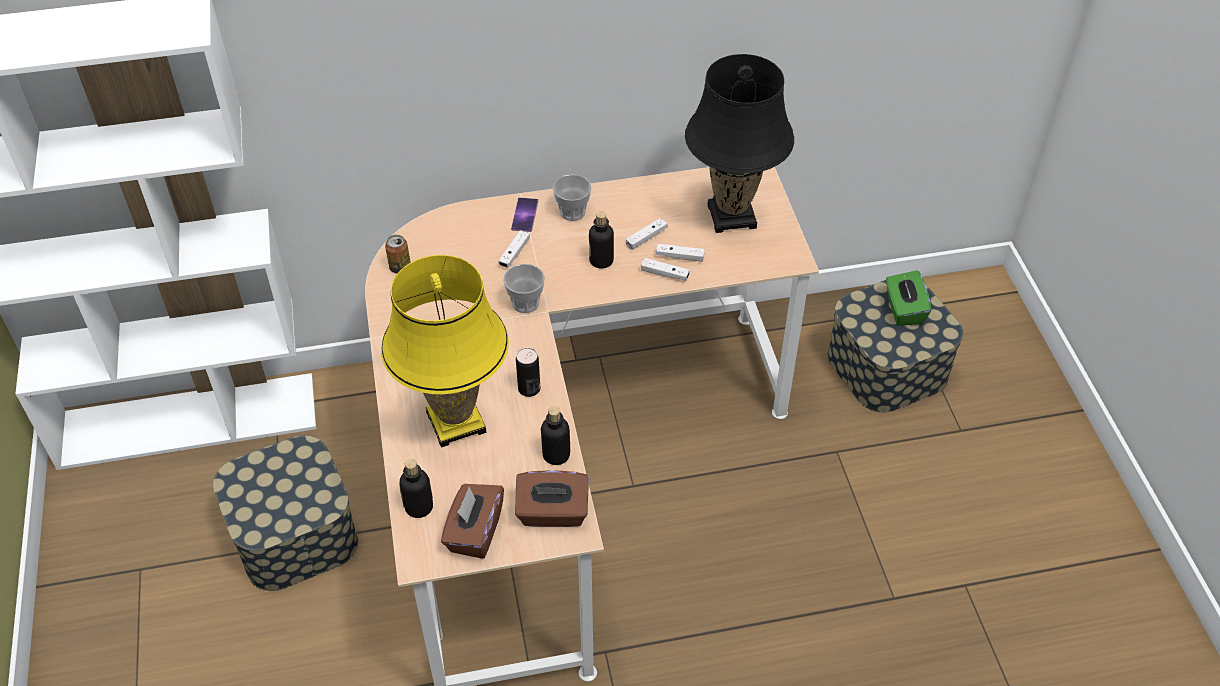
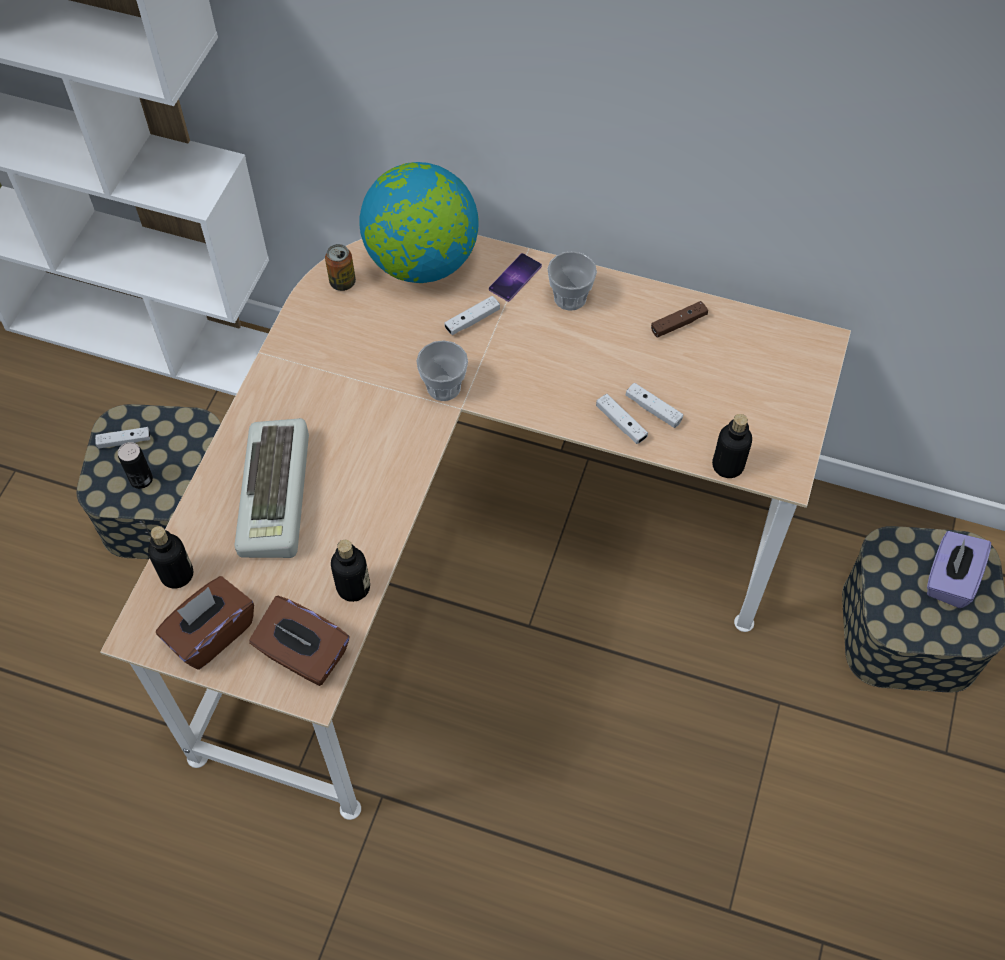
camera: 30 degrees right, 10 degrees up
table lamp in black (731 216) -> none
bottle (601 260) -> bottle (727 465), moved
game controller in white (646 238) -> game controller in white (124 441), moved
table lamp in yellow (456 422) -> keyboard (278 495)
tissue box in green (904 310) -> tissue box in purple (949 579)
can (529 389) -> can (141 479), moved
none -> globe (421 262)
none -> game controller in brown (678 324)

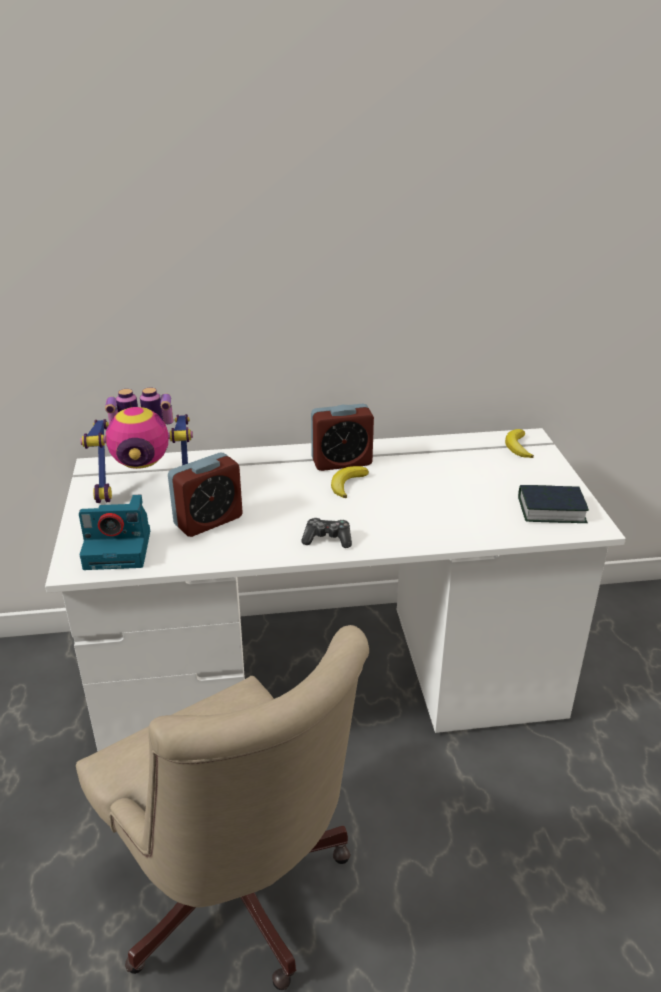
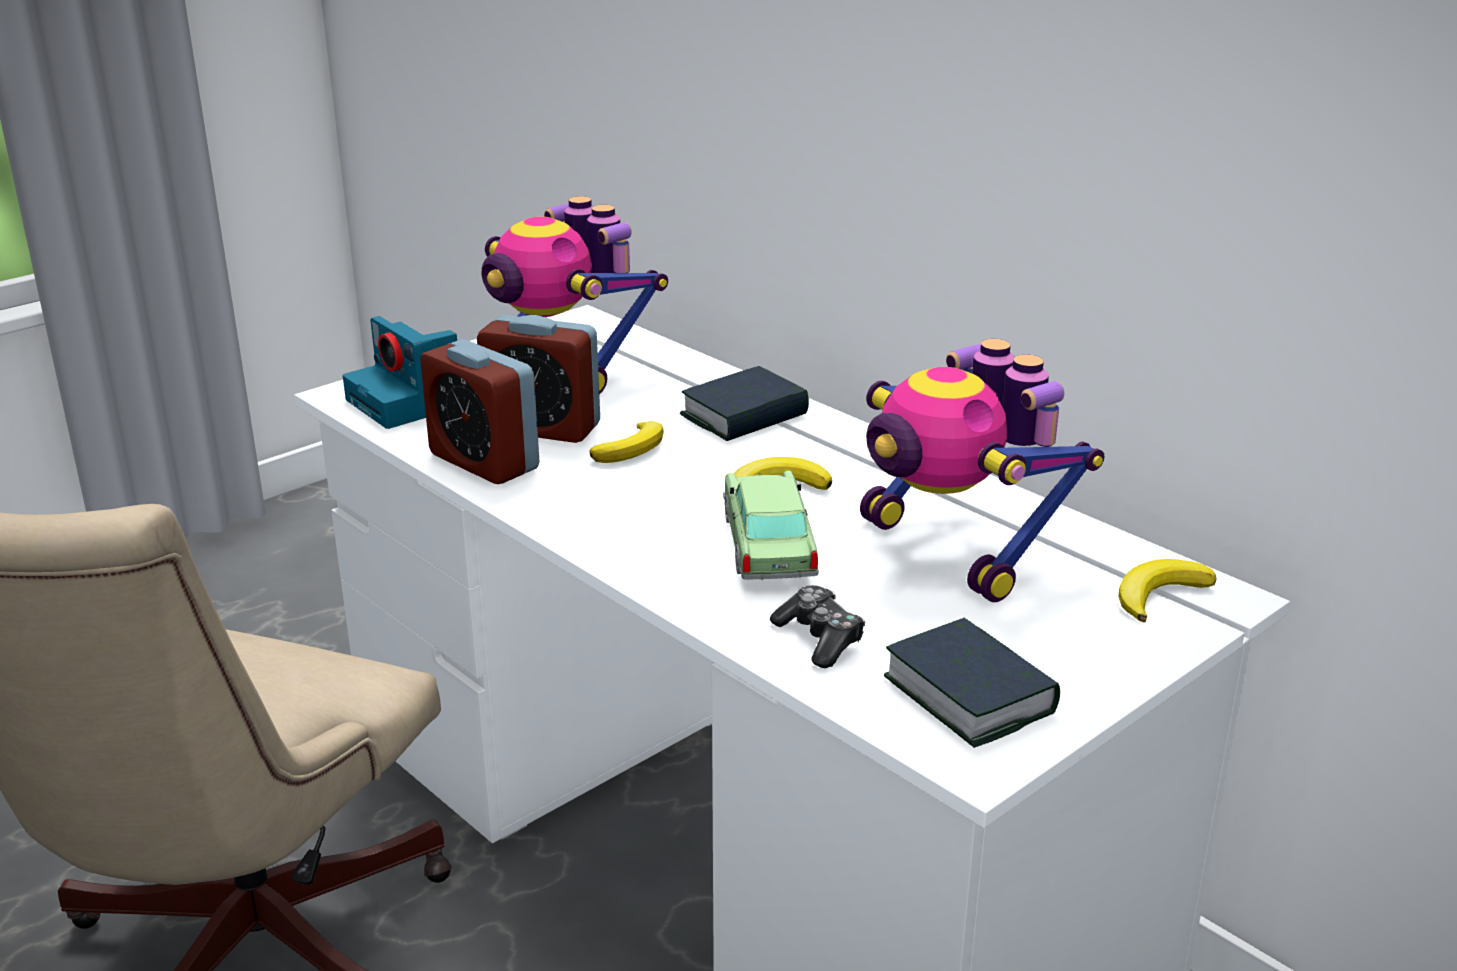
camera: 55 degrees right, 5 degrees down
alarm clock (341 462) -> alarm clock (484 462), moved
game controller (327 539) -> game controller (819 638), moved
none -> toy robot (956 551)
none -> book (744 415)
none -> banana (632 448)
none -> toy car (768 547)

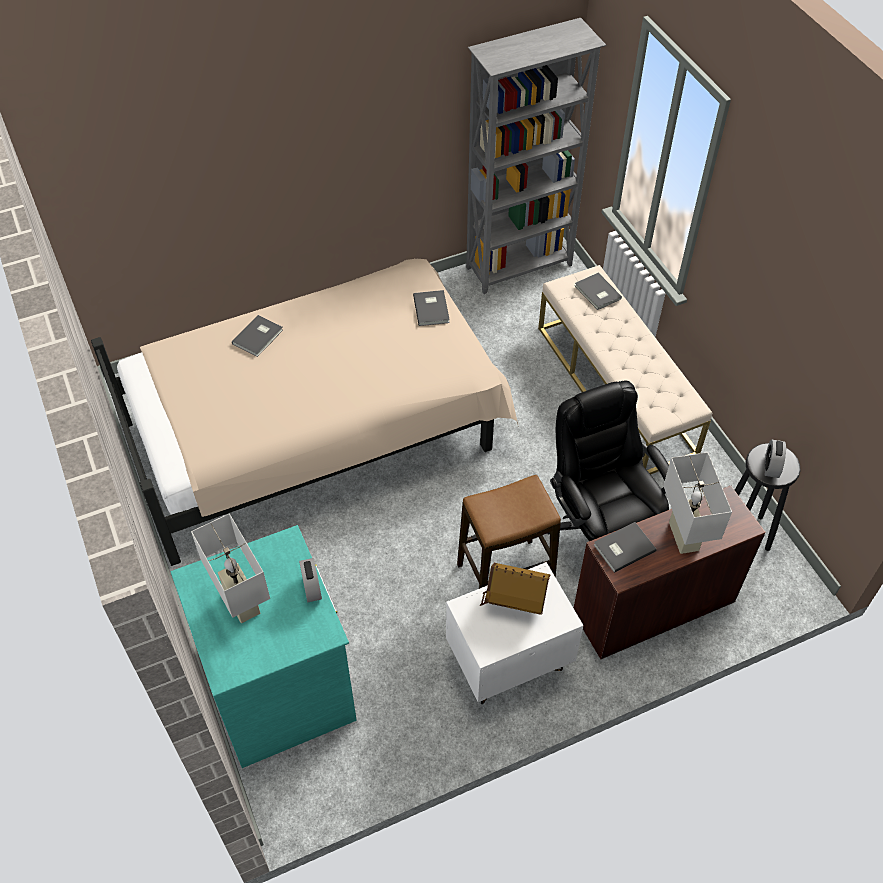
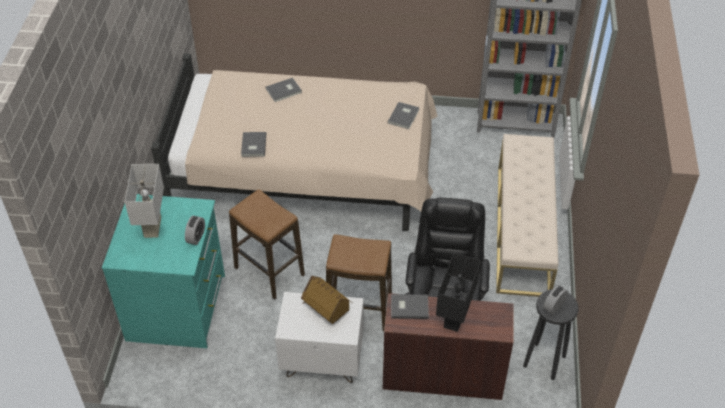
camera: 30 degrees right, 5 degrees down
book in grey (597 293) -> book in grey (253 145), moved
table lamp in white (683 536) -> table lamp in black (454 319)
none -> stool (269 271)

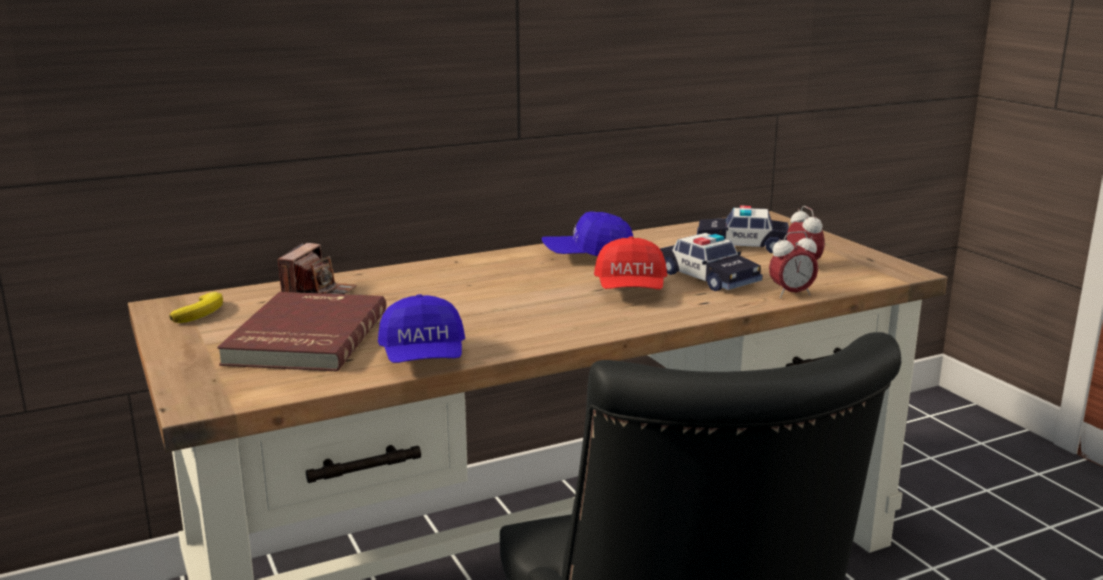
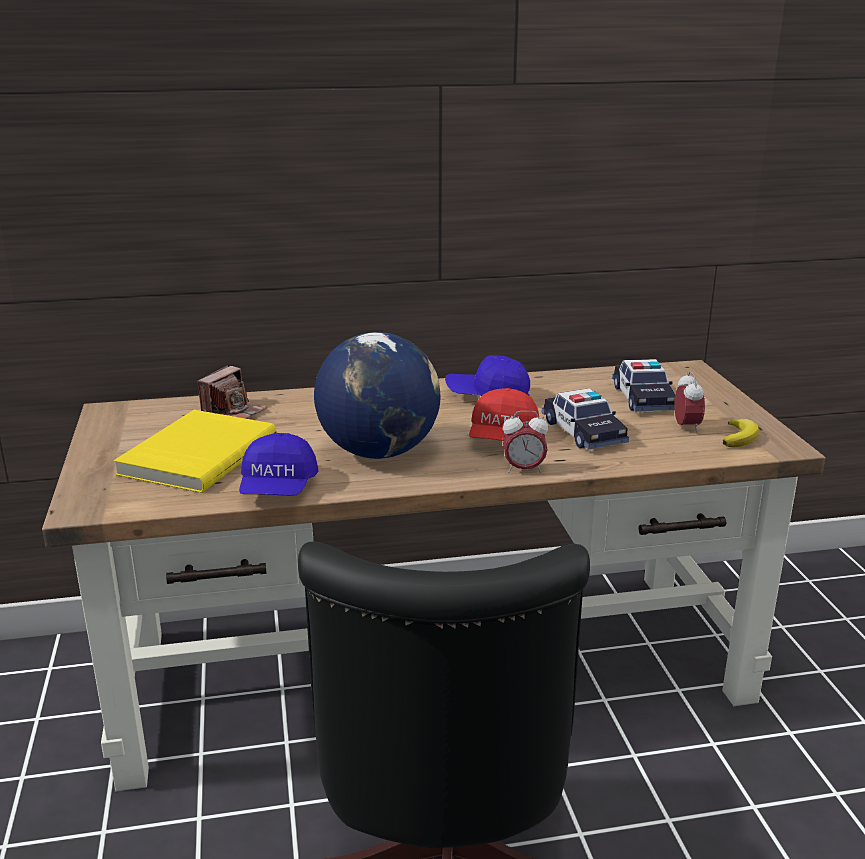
camera: 15 degrees right, 5 degrees up
toy car (742 245) -> toy car (642 398), 120 degrees counterclockwise
alarm clock (791 294) -> alarm clock (523 469), moved
banana (201 312) -> banana (740 437), moved
book in red (304 337) -> book in yellow (196 455)
none -> globe (379 452)

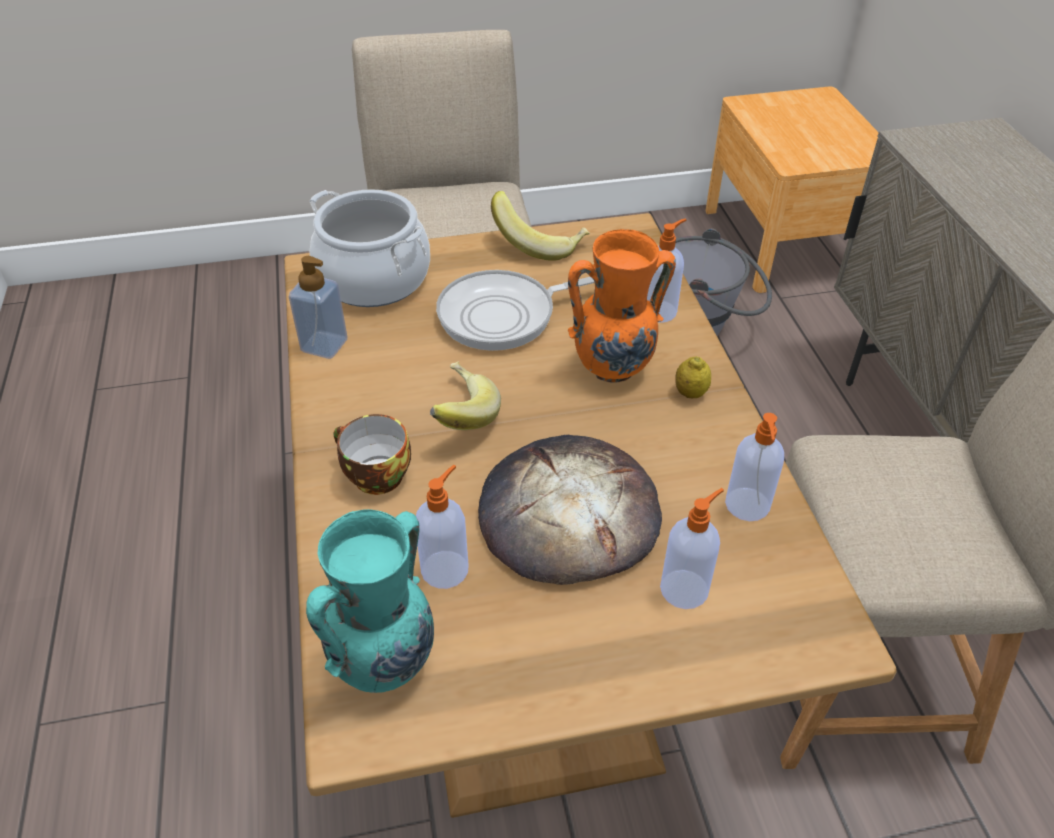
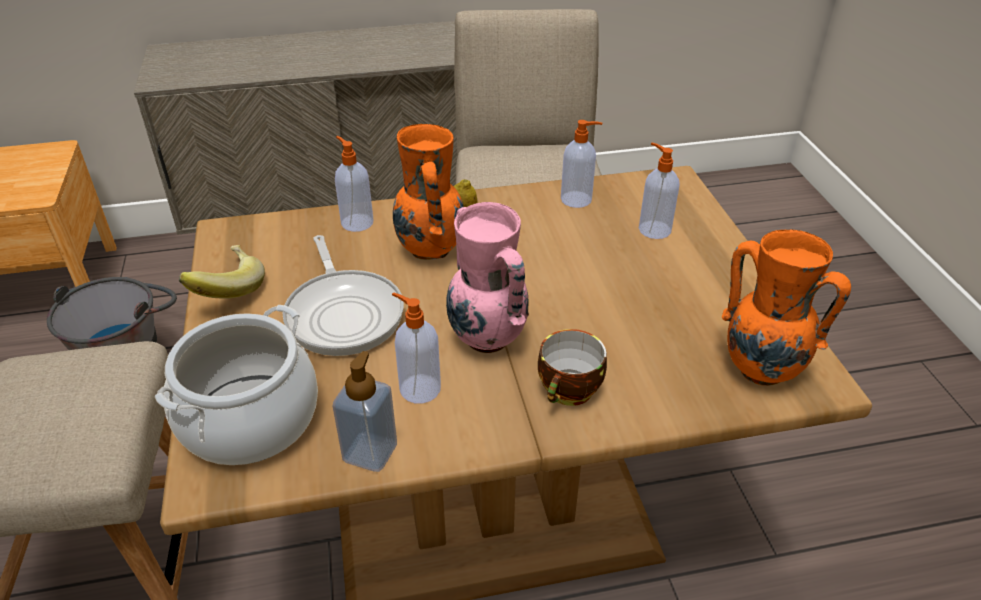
camera: 90 degrees left, 5 degrees down
banana (458 415) -> vase in pink (487 340)
bread (568 514) -> none
soap dispenser (446 568) -> soap dispenser (418 388), moved
vase in turquoise (386 662) -> vase in orange (760 369)

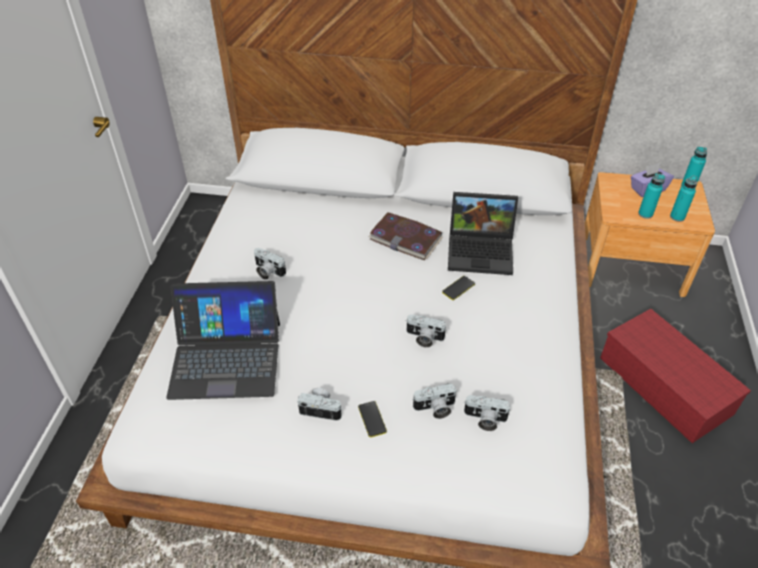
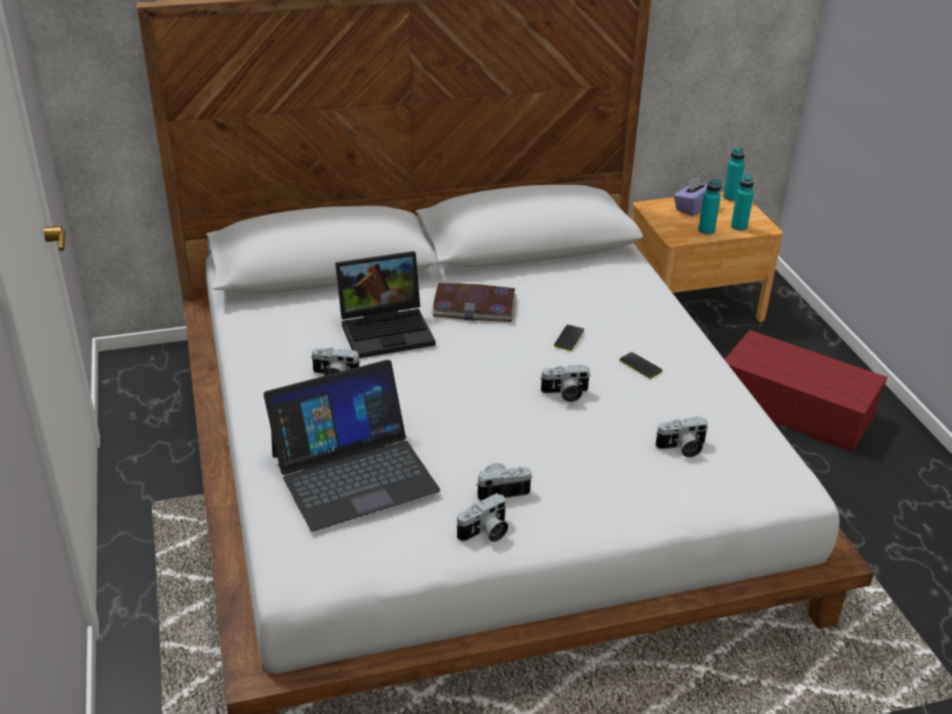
camera: 25 degrees left, 10 degrees down
laptop (482 251) -> laptop (388 329), moved
photo camera (435 409) -> photo camera (485 533), moved
phone (372 419) -> phone (640 366), moved

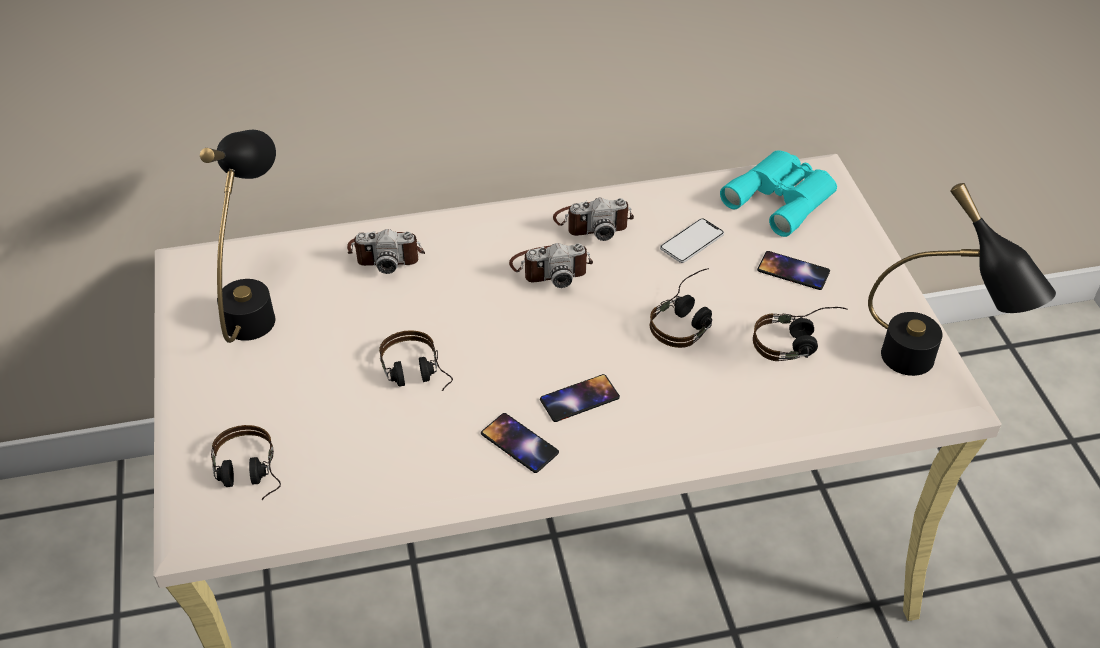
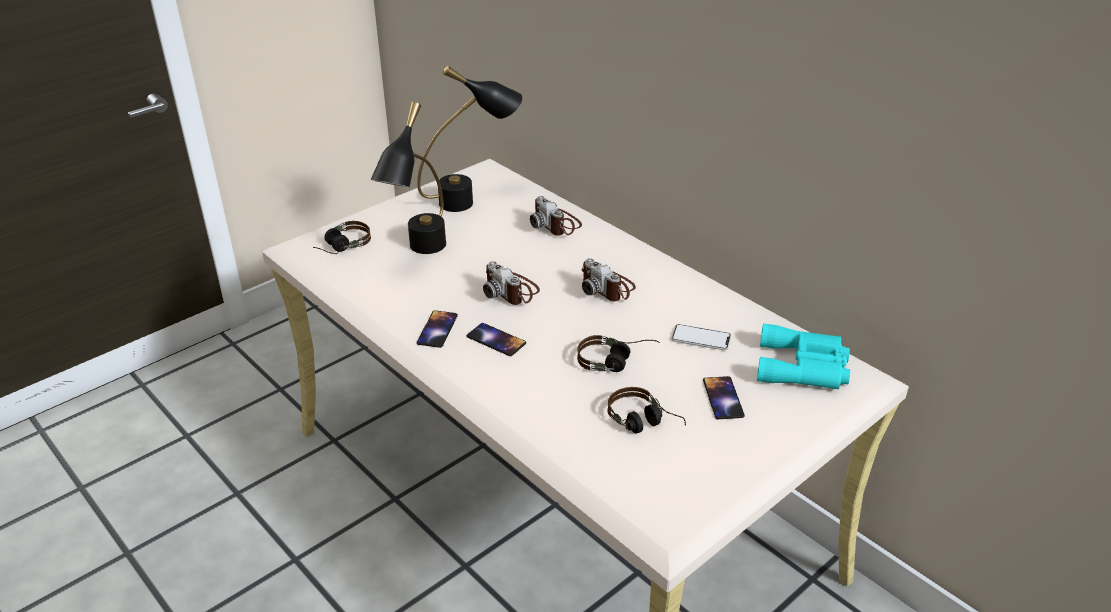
camera: 60 degrees right, 10 degrees down
table lamp in black (929 371) -> table lamp in black (420 253), moved
photo camera (593 222) -> photo camera (511 290), moved
headphones (416 377) -> none

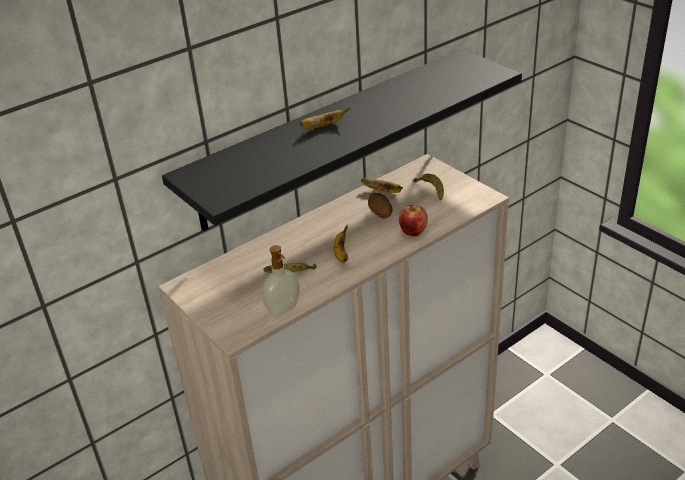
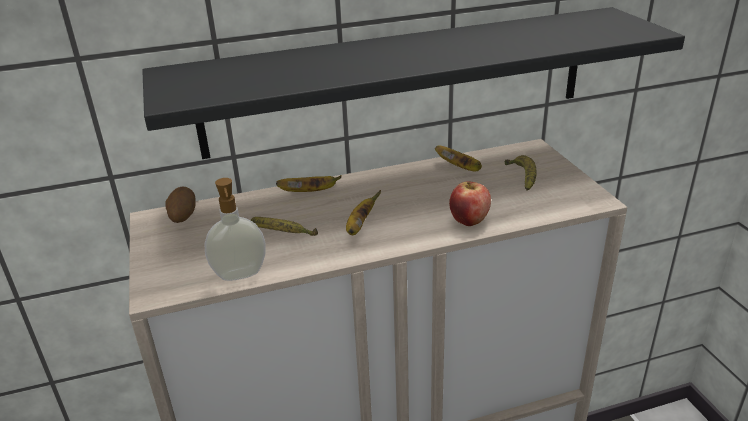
camera: 20 degrees right, 5 degrees down
banana (323 126) -> banana (309 192), moved
potato (380 214) -> potato (182 217), moved

